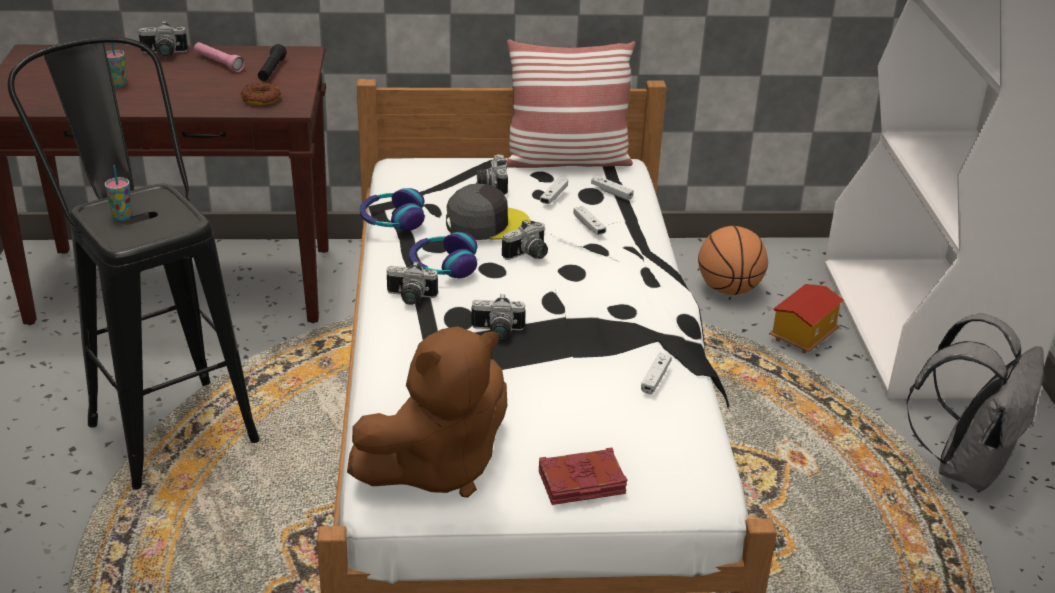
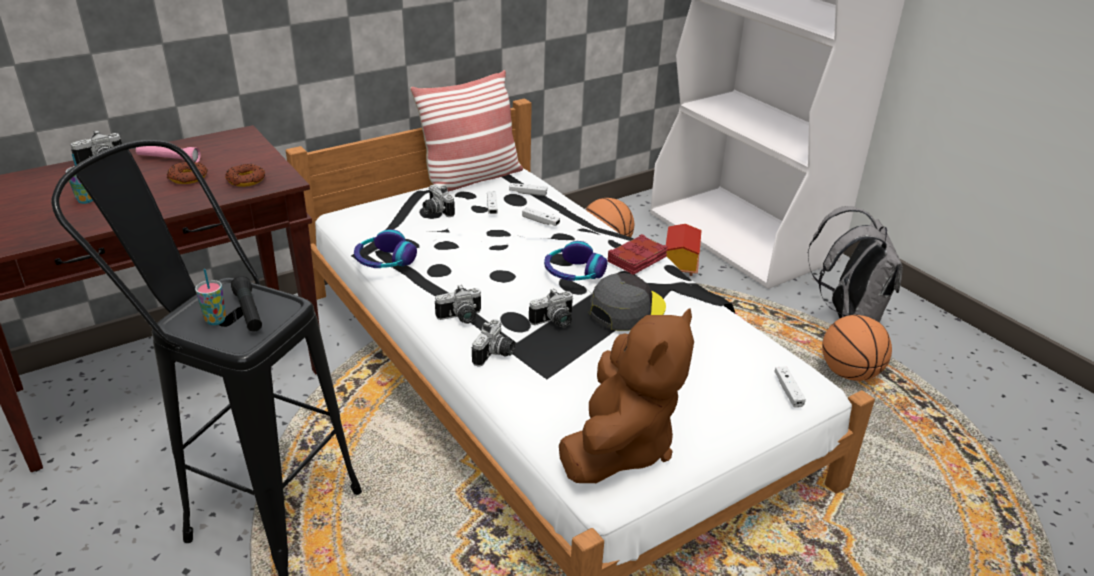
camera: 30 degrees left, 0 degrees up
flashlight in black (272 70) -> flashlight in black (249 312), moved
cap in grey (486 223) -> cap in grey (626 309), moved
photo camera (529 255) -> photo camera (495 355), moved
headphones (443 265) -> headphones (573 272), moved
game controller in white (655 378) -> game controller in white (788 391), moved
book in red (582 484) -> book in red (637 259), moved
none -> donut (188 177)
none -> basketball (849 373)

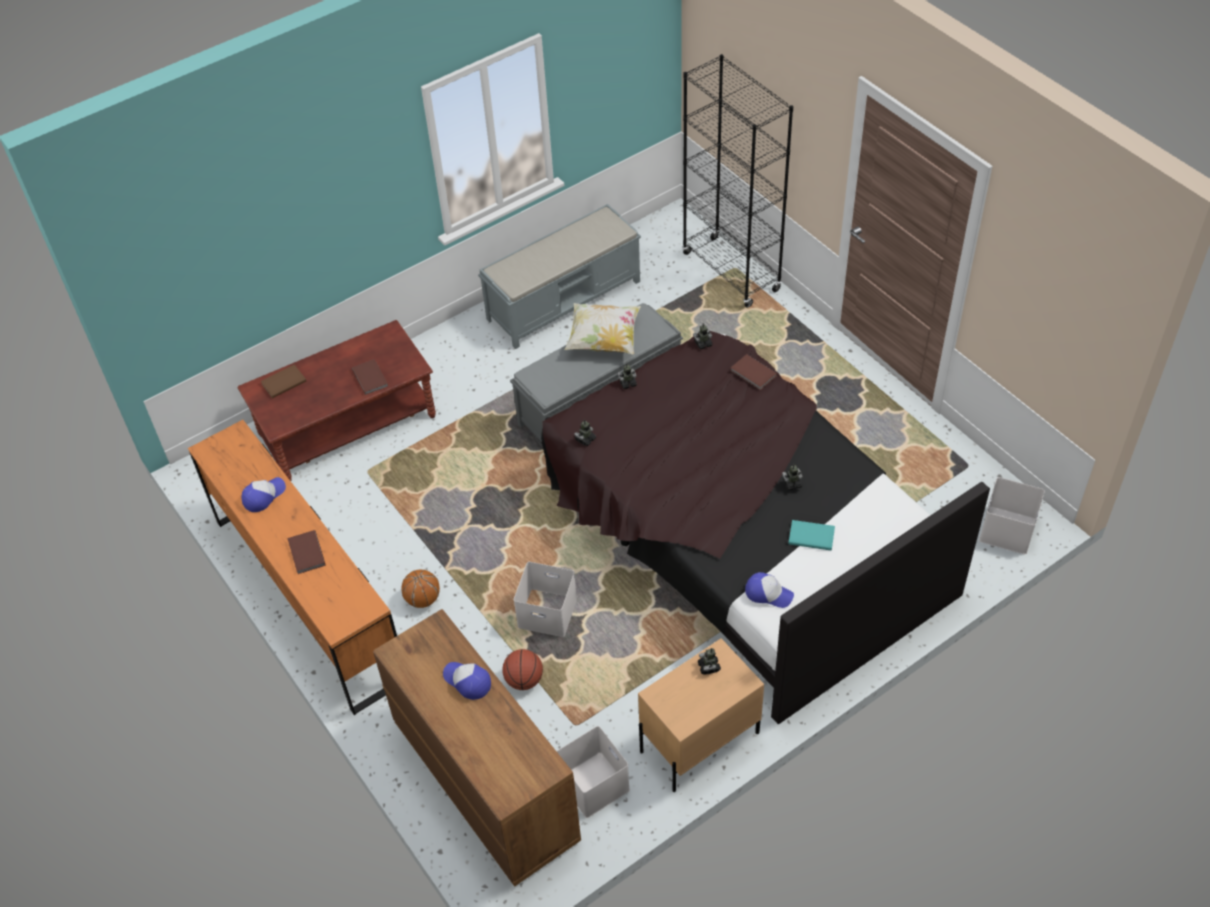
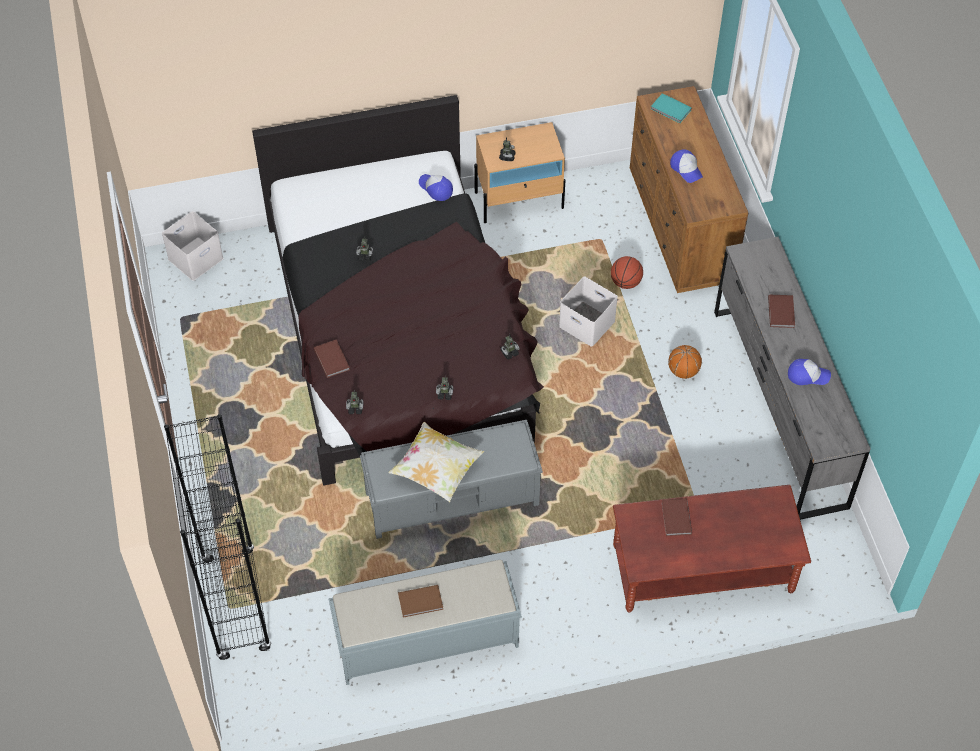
camera: 160 degrees left, 5 degrees up
book in brown (283 382) -> book in brown (421 602), moved
dresser in orange (309 598) -> dresser in grey (778 407)
cap (263 496) -> cap (808 375), 150 degrees counterclockwise
book in turquoise (811 535) -> book in turquoise (671 110), moved
storage box in white (595 784) -> none

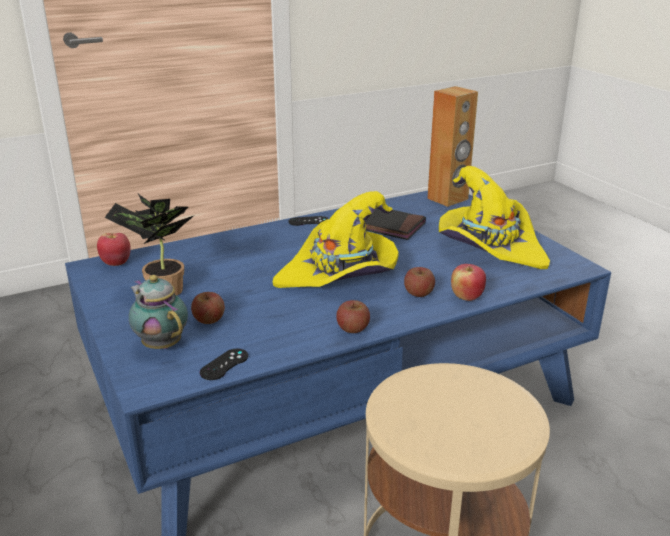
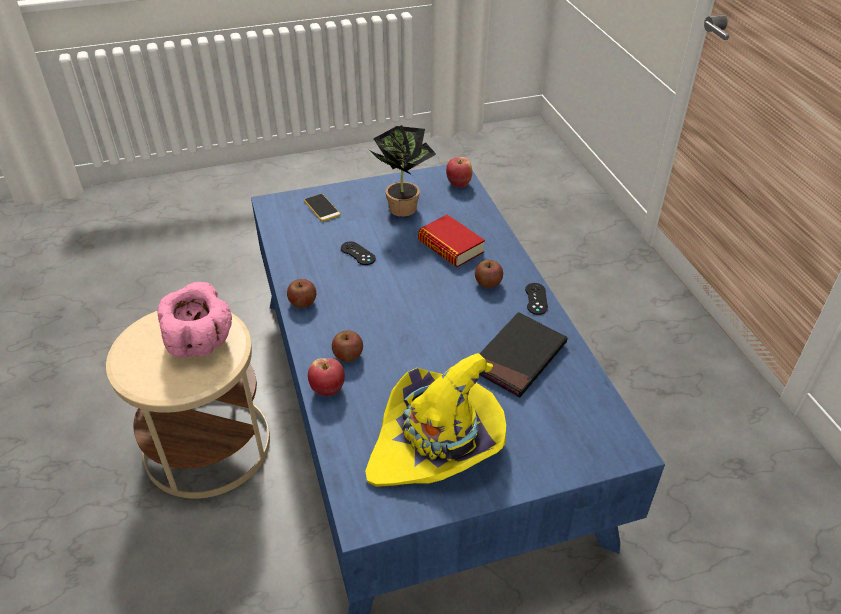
camera: 100 degrees right, 15 degrees up
speaker in brown (448 199) -> none
hat in yellow (340 274) -> none
teapot (161 344) -> phone (322 208)
apple (209 319) -> apple (488 283), moved
game controller in black (224 364) -> game controller in black (358 253), moved
none -> book (450 246)
none -> bowl in pink (201 341)

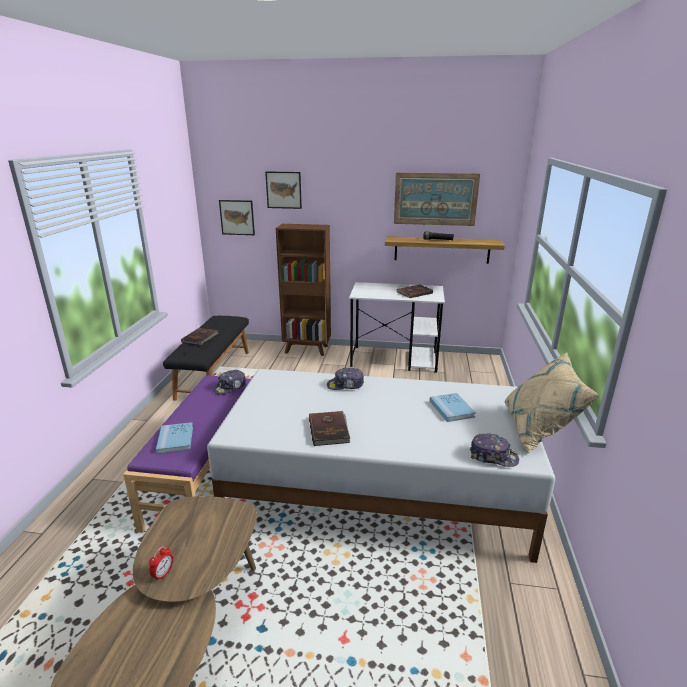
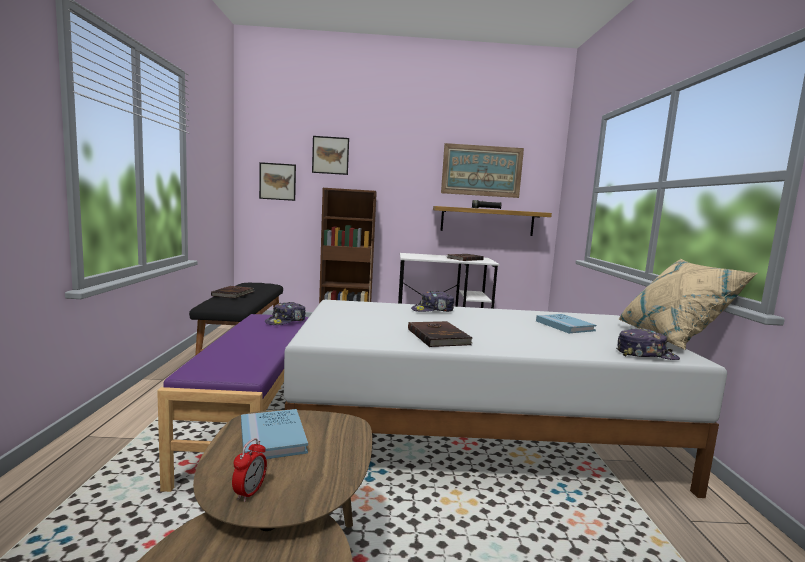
camera: 10 degrees left, 15 degrees down
book in blue (175 439) -> book in blue (272 437), moved

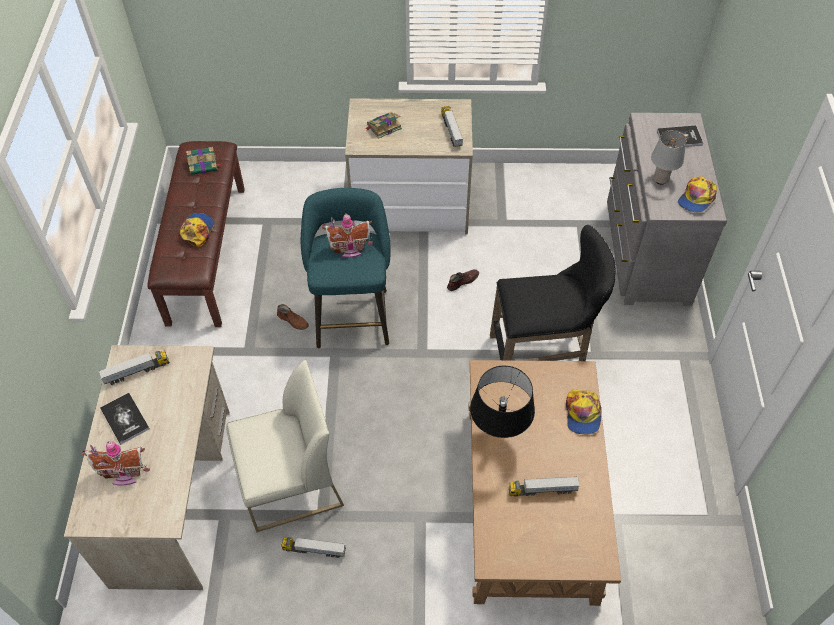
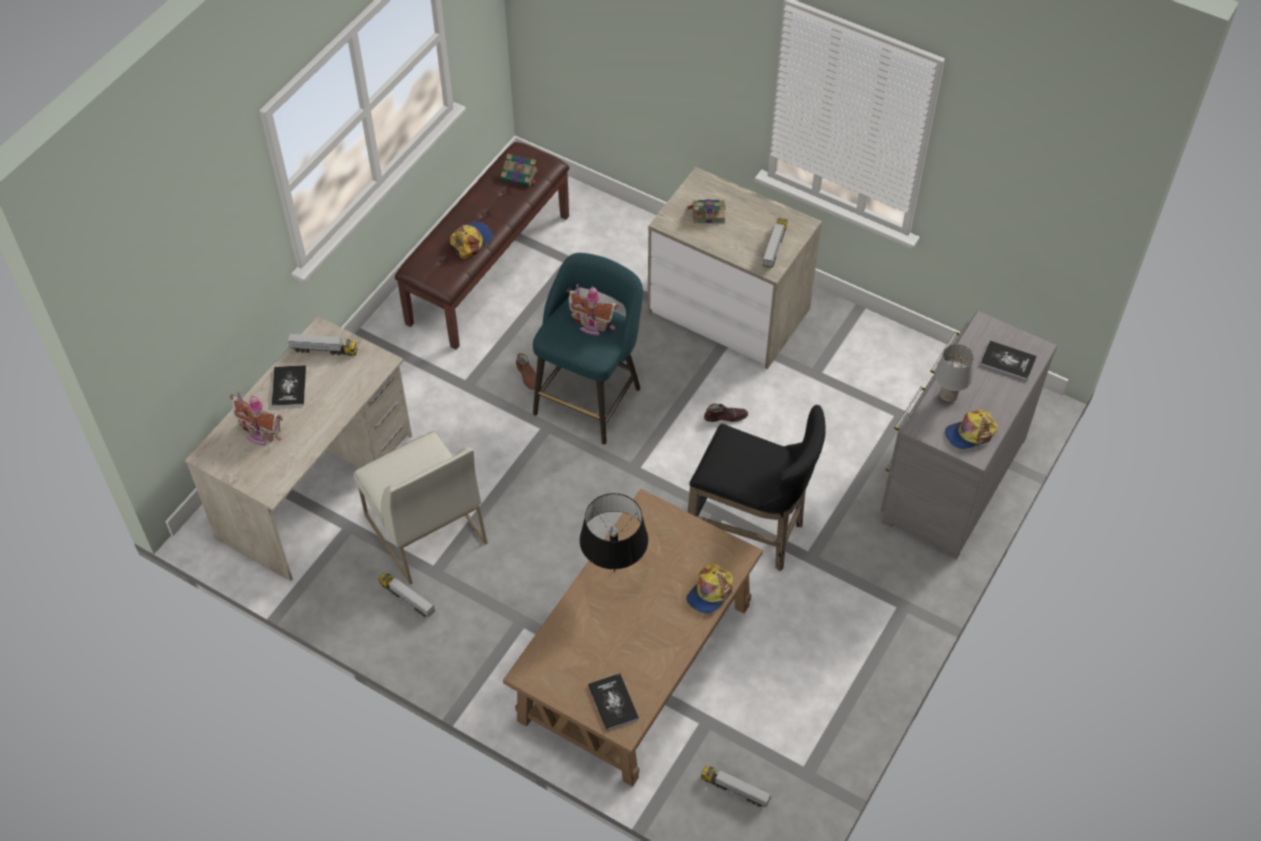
camera: 30 degrees right, 0 degrees up
chair in white (290 483) -> chair in white (424 529), 45 degrees clockwise
toy truck (542 490) -> toy truck (735 790), moved
none -> book (613 702)

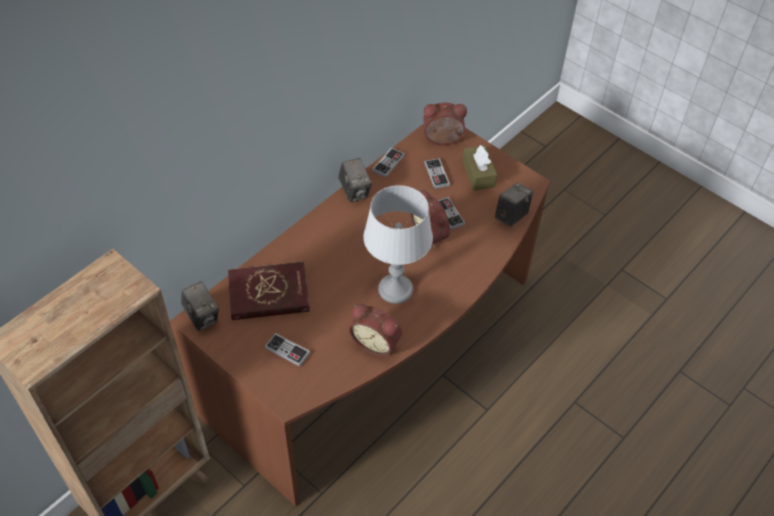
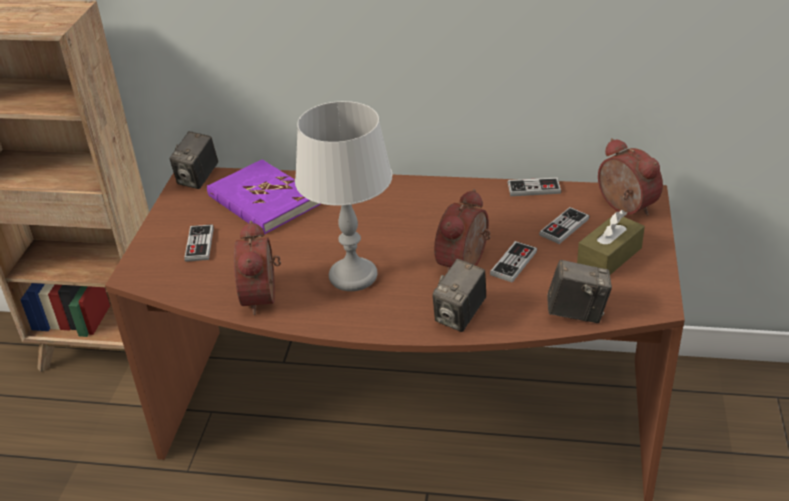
camera: 60 degrees right, 15 degrees down
photo camera (354 191) -> photo camera (460 316), moved
book in red (268 294) -> book in purple (263 201)

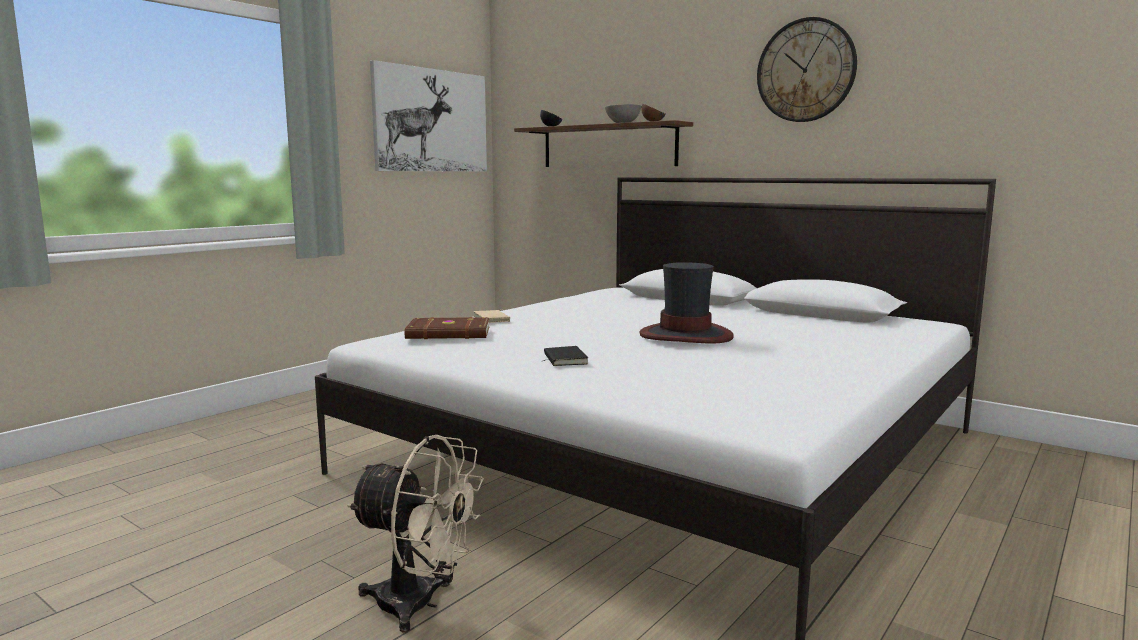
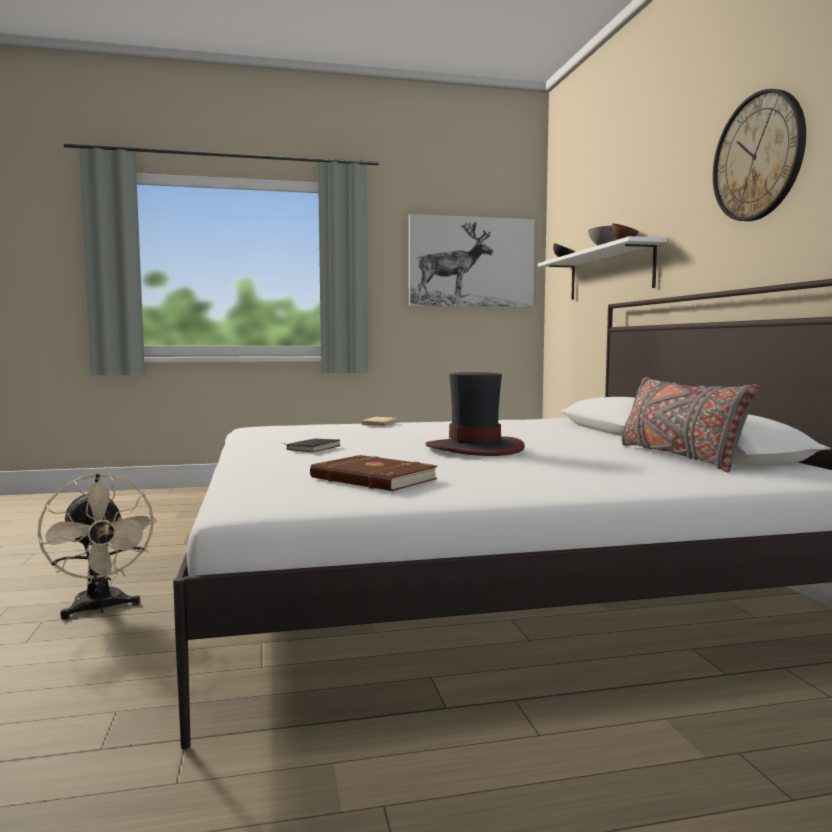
camera: 40 degrees right, 5 degrees down
shelf in brown (608 146) -> shelf in white (609 273)
book in brown (449 333) -> book in brown (372 479), moved
none -> pillow in grey (679 457)

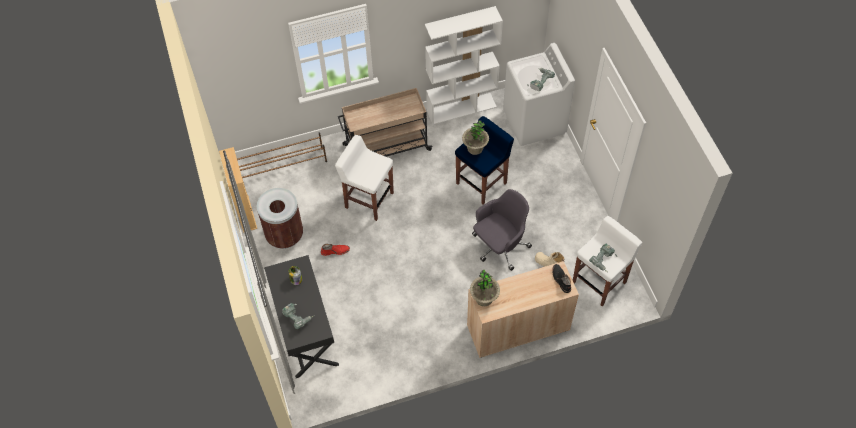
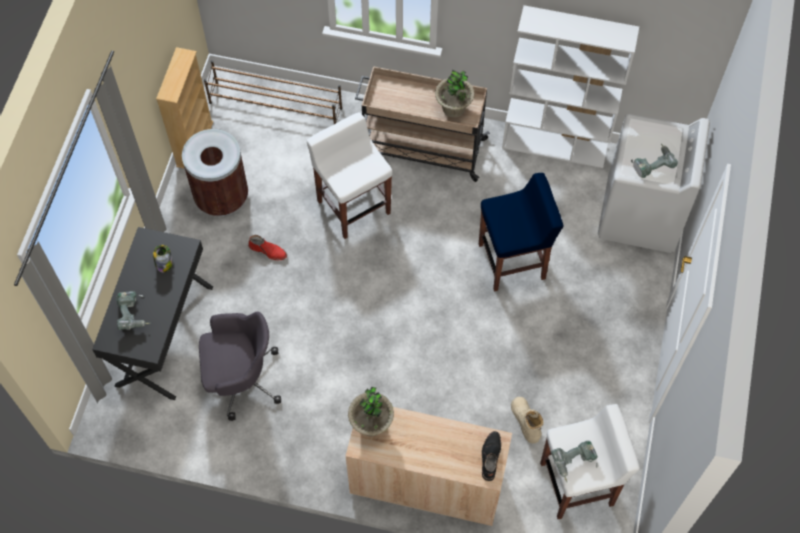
camera: 30 degrees right, 5 degrees up
potted plant (475 148) -> potted plant (453 108), moved
office chair in grey (499 246) -> office chair in grey (241 379), moved

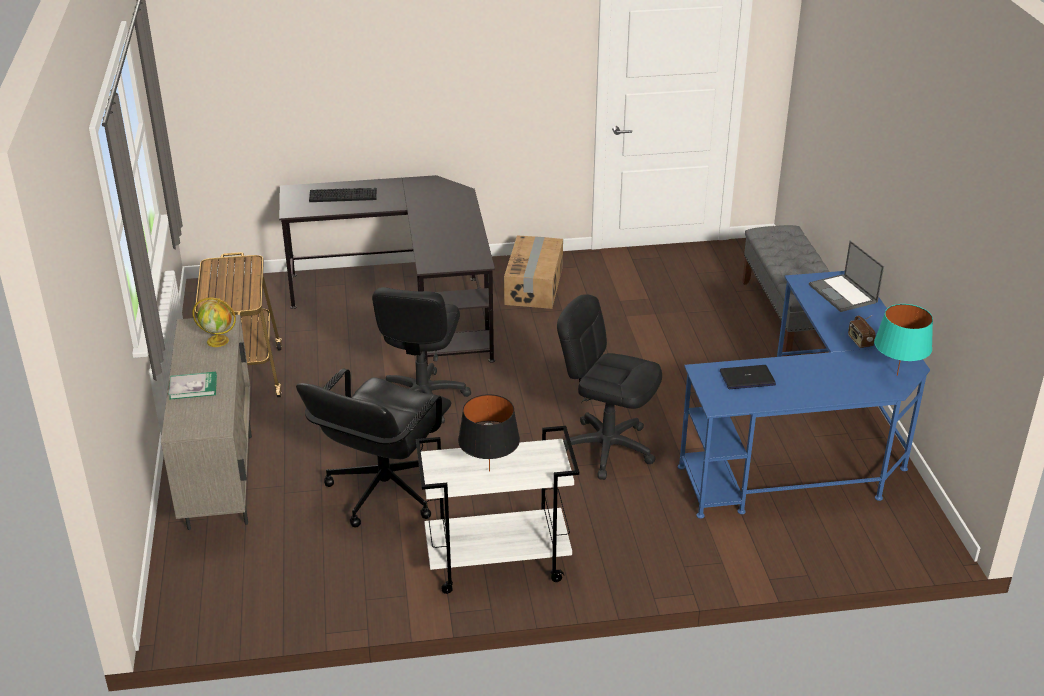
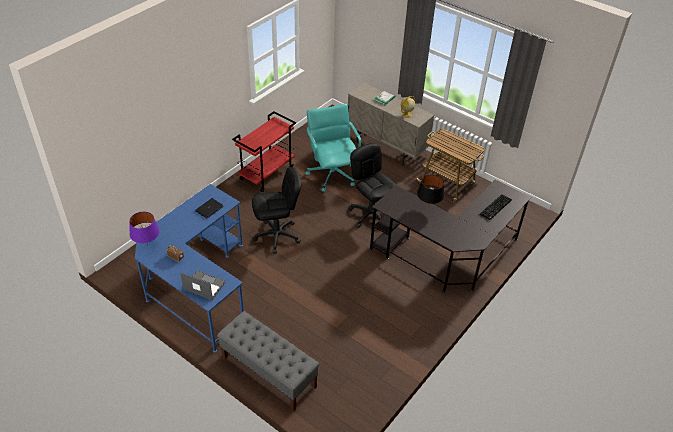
camera: 135 degrees right, 10 degrees up
cardboard box (534 285) -> none
table lamp in turquoise (896 375) -> table lamp in purple (147 245)
office chair in black (383 491) -> office chair in turquoise (332 174)
table lamp in black (489 471) -> table lamp in black (428 207), moved
cart in white (496 563) -> cart in red (267 174)

